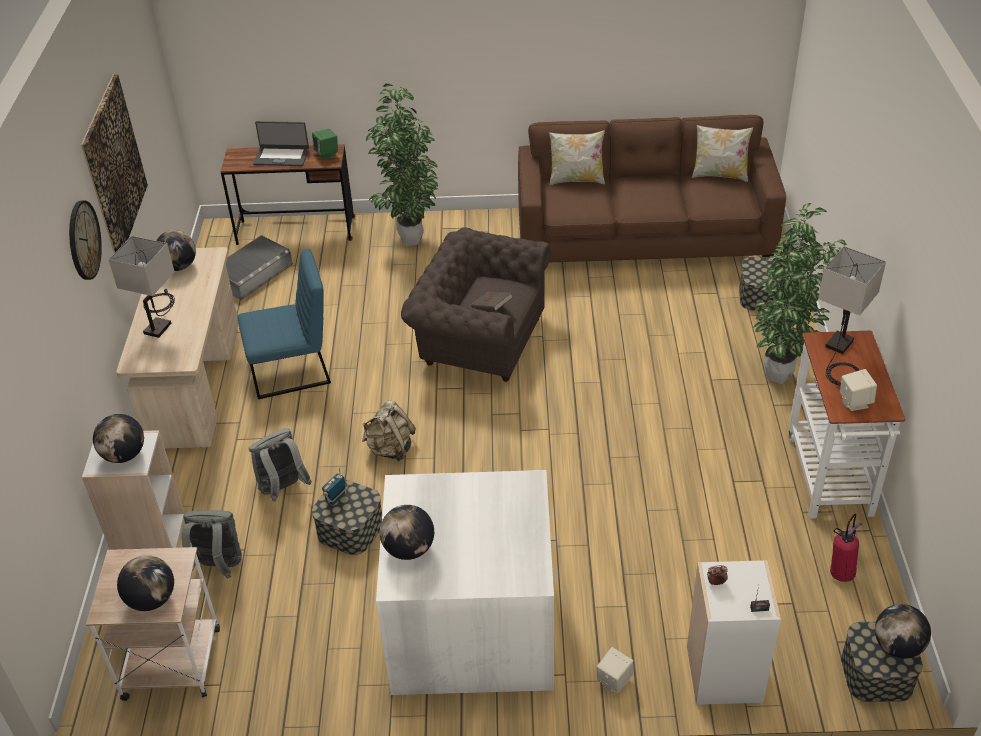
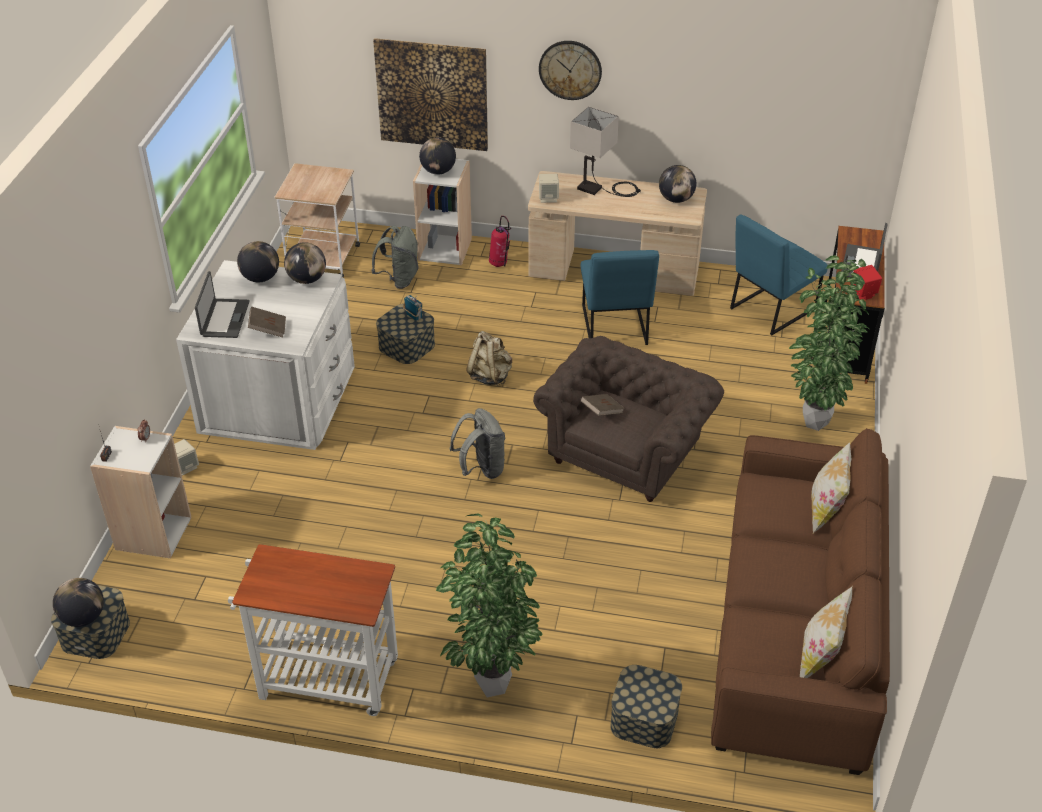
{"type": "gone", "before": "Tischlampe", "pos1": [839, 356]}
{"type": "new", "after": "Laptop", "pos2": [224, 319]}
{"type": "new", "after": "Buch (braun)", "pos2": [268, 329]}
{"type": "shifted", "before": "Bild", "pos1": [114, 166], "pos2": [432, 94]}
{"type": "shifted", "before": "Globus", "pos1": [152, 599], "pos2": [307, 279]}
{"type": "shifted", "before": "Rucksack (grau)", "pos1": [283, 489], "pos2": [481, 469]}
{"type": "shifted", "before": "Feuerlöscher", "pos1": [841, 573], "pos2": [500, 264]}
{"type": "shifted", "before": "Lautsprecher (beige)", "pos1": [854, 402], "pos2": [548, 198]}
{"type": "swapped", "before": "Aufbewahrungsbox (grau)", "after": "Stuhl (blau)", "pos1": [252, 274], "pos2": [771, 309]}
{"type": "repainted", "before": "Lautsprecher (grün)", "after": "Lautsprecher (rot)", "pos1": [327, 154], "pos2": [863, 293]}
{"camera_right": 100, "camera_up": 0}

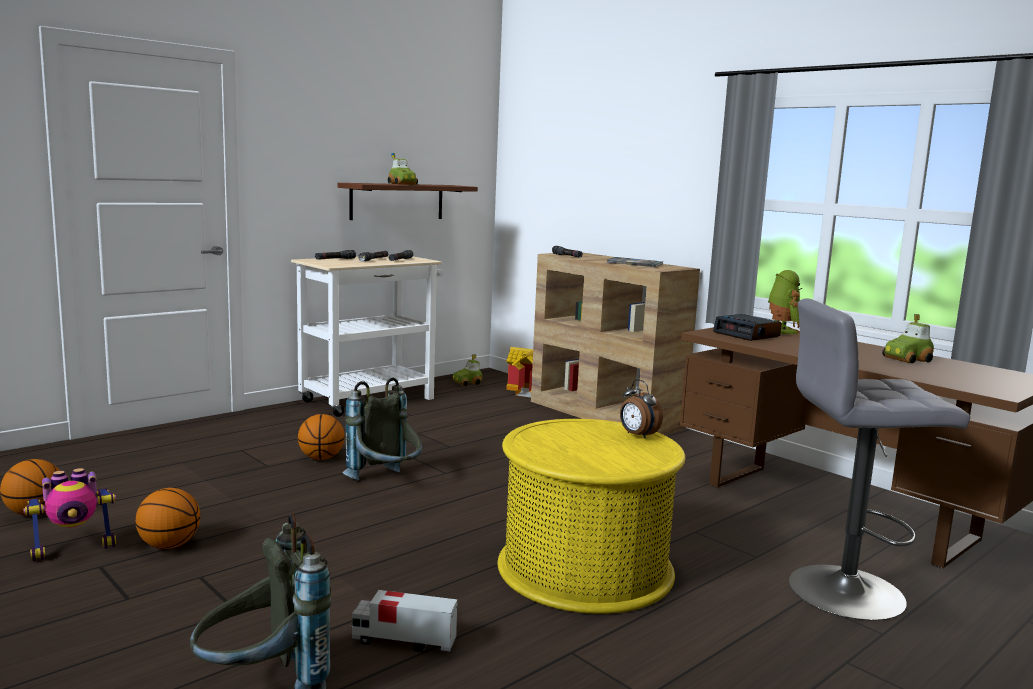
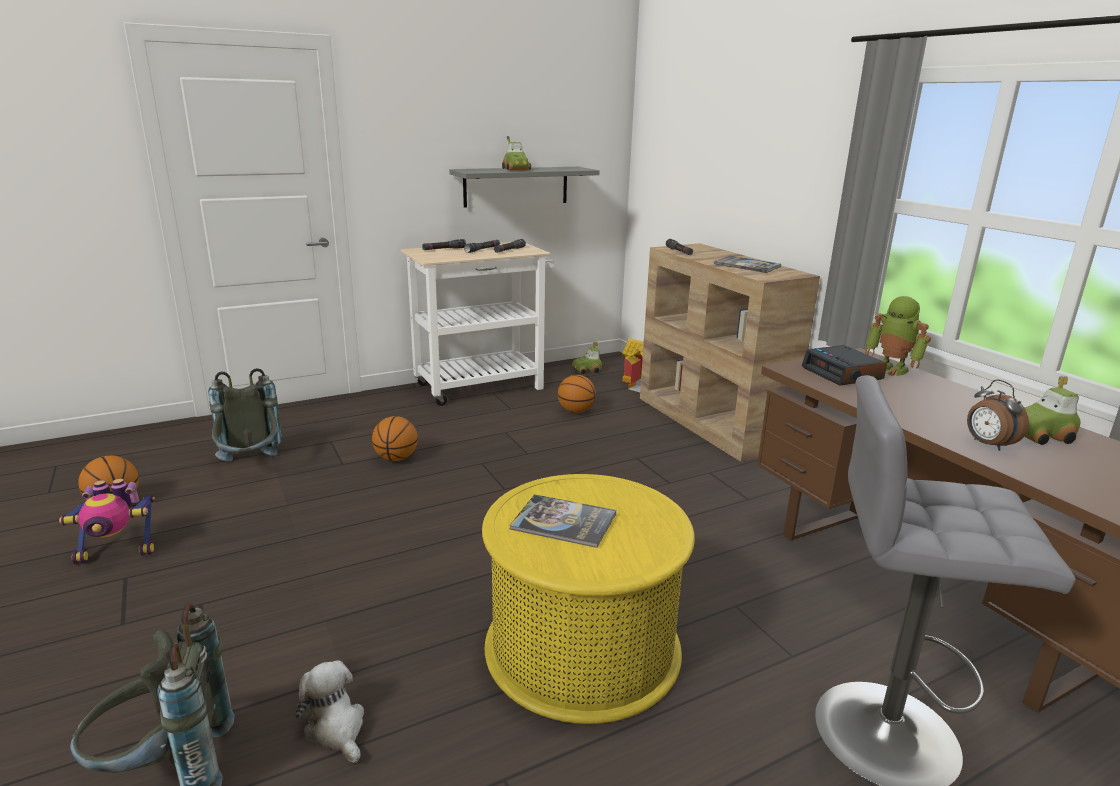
{"type": "new", "after": "Buch", "pos2": [563, 522]}
{"type": "shifted", "before": "Basketball", "pos1": [169, 545], "pos2": [576, 411]}
{"type": "shifted", "before": "Rucksack (grau)", "pos1": [386, 482], "pos2": [251, 466]}
{"type": "shifted", "before": "Wecker", "pos1": [637, 435], "pos2": [987, 445]}
{"type": "swapped", "before": "Spielzeuglaster", "after": "Plüschtier", "pos1": [403, 641], "pos2": [336, 728]}
{"type": "repainted", "before": "Wandregal (braun)", "after": "Wandregal (grau)", "pos1": [397, 201], "pos2": [516, 186]}
{"type": "rotated", "before": "Spielzeugroboter", "pos1": [781, 331], "pos2": [891, 369], "turn": 135}
{"camera_right": 15, "camera_up": 10}

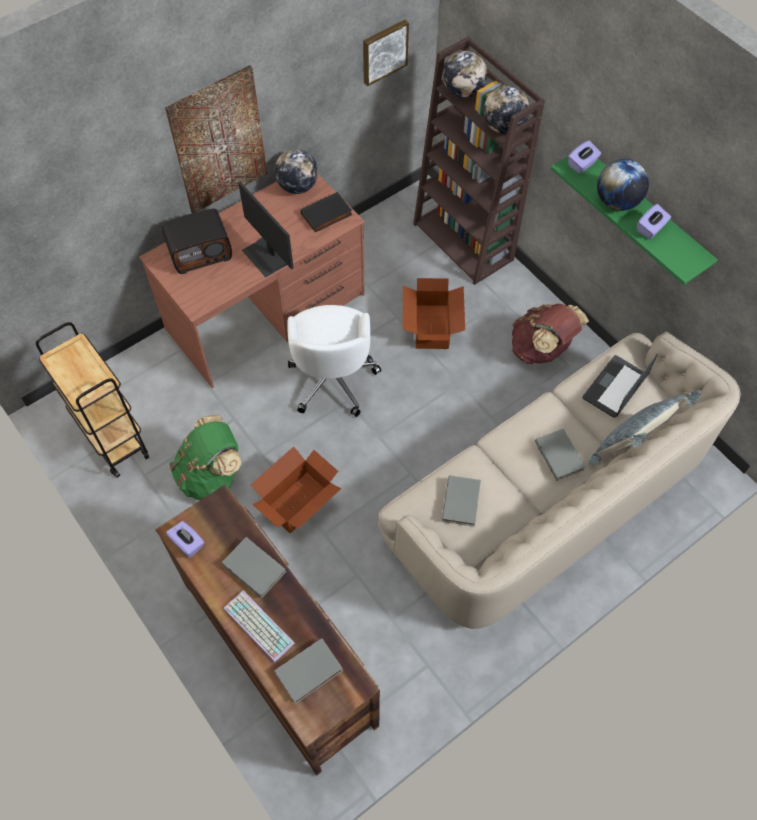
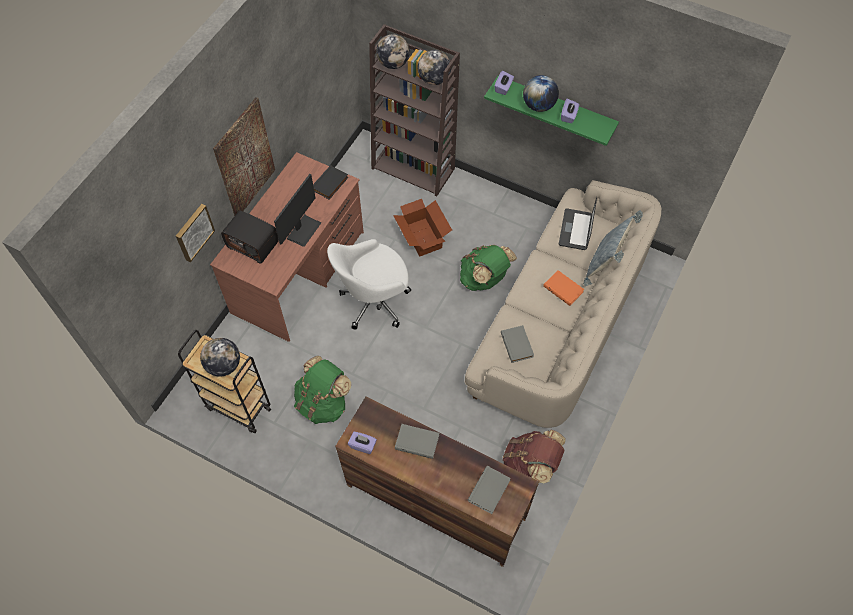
{"type": "gone", "before": "Tastatur", "pos1": [257, 626]}
{"type": "gone", "before": "Karton", "pos1": [299, 502]}
{"type": "new", "after": "Rucksack (grün)", "pos2": [484, 279]}
{"type": "shifted", "before": "Globus", "pos1": [297, 187], "pos2": [224, 365]}
{"type": "shifted", "before": "Bild", "pos1": [384, 51], "pos2": [193, 232]}
{"type": "shifted", "before": "Rucksack (braun)", "pos1": [541, 350], "pos2": [530, 466]}
{"type": "repainted", "before": "Buch (grau)", "after": "Buch (orange)", "pos1": [560, 456], "pos2": [564, 288]}
{"type": "rotated", "before": "Radio", "pos1": [200, 252], "pos2": [253, 244], "turn": 75}
{"type": "rotated", "before": "Monitor", "pos1": [265, 257], "pos2": [303, 230], "turn": -90}
{"type": "rotated", "before": "Bürostuhl (weiß)", "pos1": [333, 381], "pos2": [374, 302], "turn": 90}
{"camera_right": -25, "camera_up": 0}

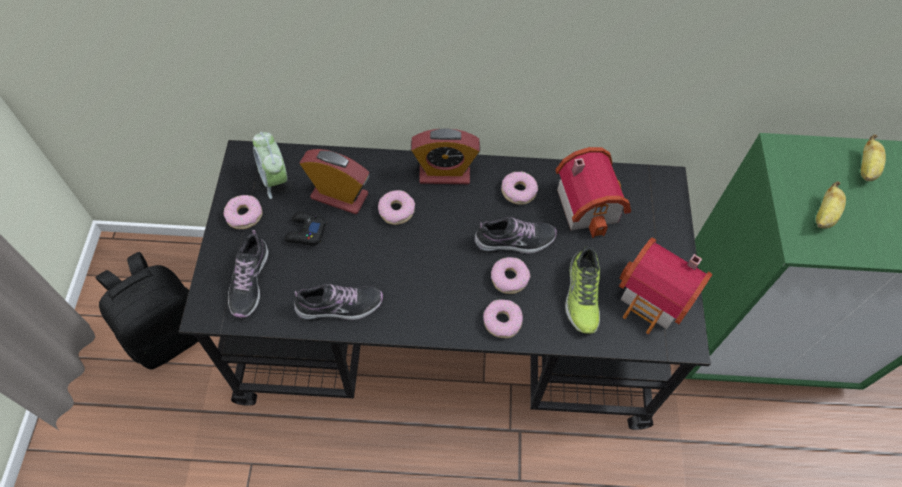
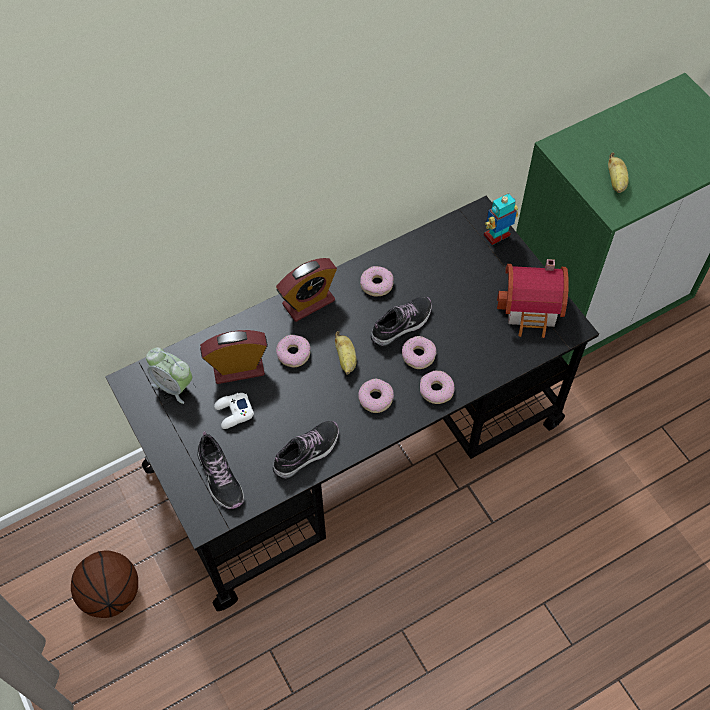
{"type": "gone", "before": "Spielzeughaus", "pos1": [591, 203]}
{"type": "gone", "before": "Schuh", "pos1": [581, 295]}
{"type": "new", "after": "Spielzeugroboter", "pos2": [497, 236]}
{"type": "shifted", "before": "Donut", "pos1": [244, 215], "pos2": [376, 398]}
{"type": "shifted", "before": "Banane", "pos1": [866, 169], "pos2": [346, 359]}
{"type": "swapped", "before": "Rucksack (schwarz)", "after": "Basketball", "pos1": [169, 333], "pos2": [111, 593]}
{"type": "repainted", "before": "Gamepad (schwarz)", "after": "Gamepad (weiß)", "pos1": [305, 232], "pos2": [234, 413]}
{"camera_right": -30, "camera_up": 0}

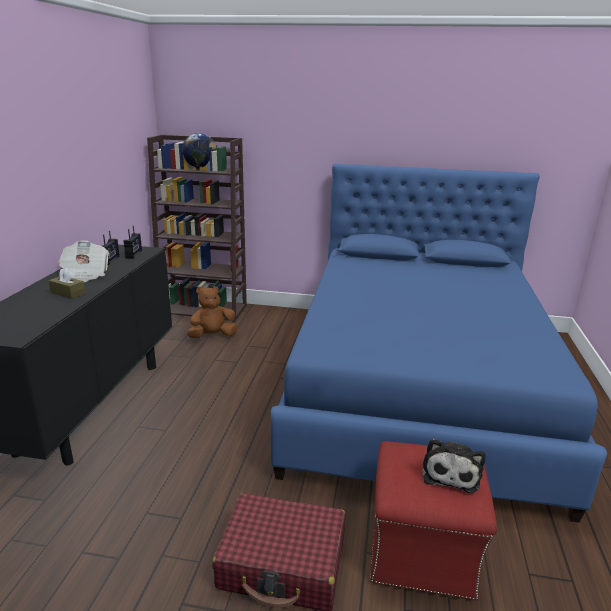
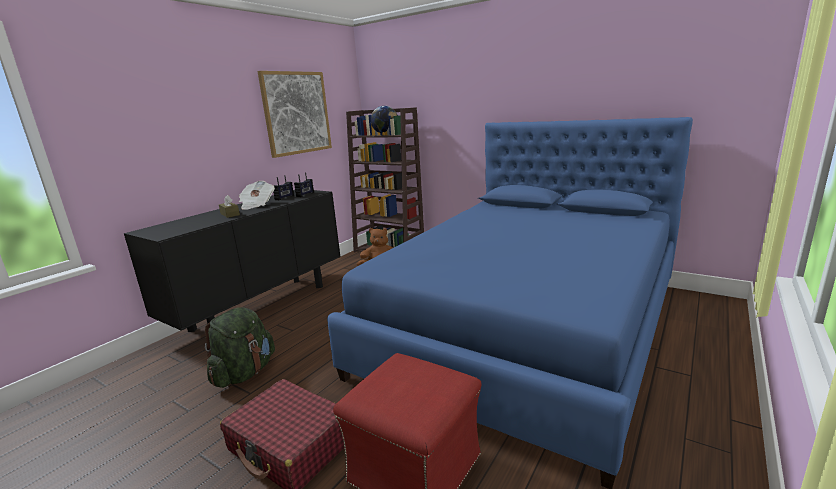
{"type": "gone", "before": "Plüschtier", "pos1": [451, 473]}
{"type": "new", "after": "Rucksack (grün)", "pos2": [244, 373]}
{"type": "new", "after": "Bild", "pos2": [296, 113]}
{"camera_right": 25, "camera_up": -5}

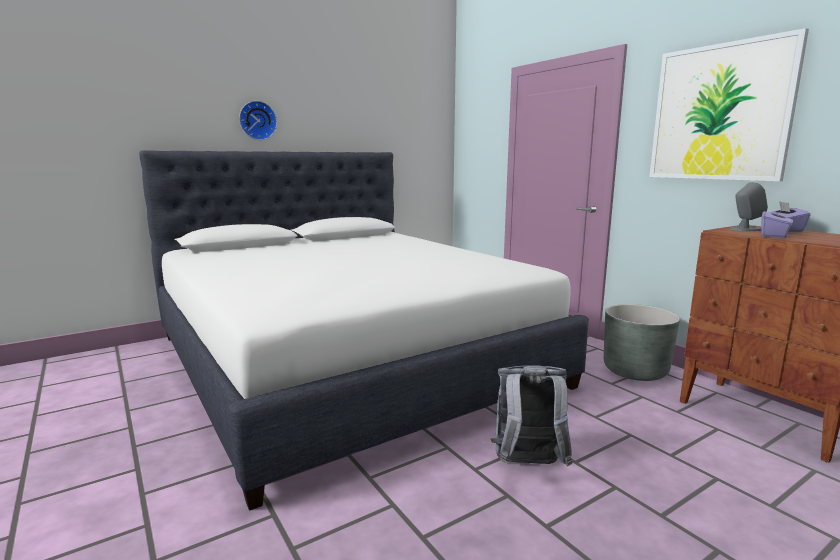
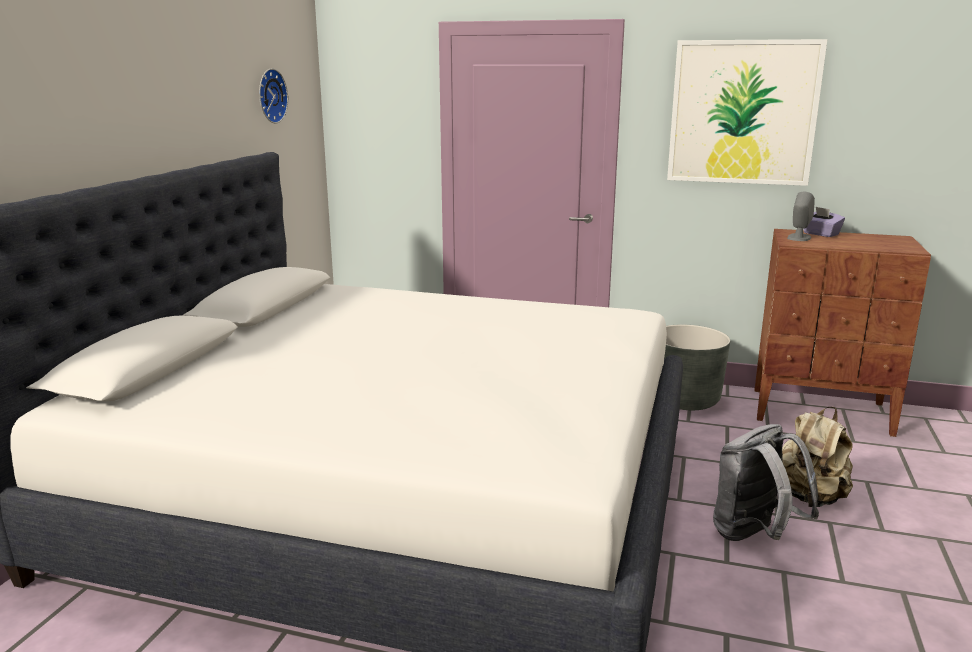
{"type": "gone", "before": "Taschentuchbox (lila)", "pos1": [774, 235]}
{"type": "new", "after": "Rucksack (beige)", "pos2": [810, 498]}
{"type": "shifted", "before": "Wanduhr", "pos1": [257, 120], "pos2": [269, 96]}
{"camera_right": -40, "camera_up": 5}

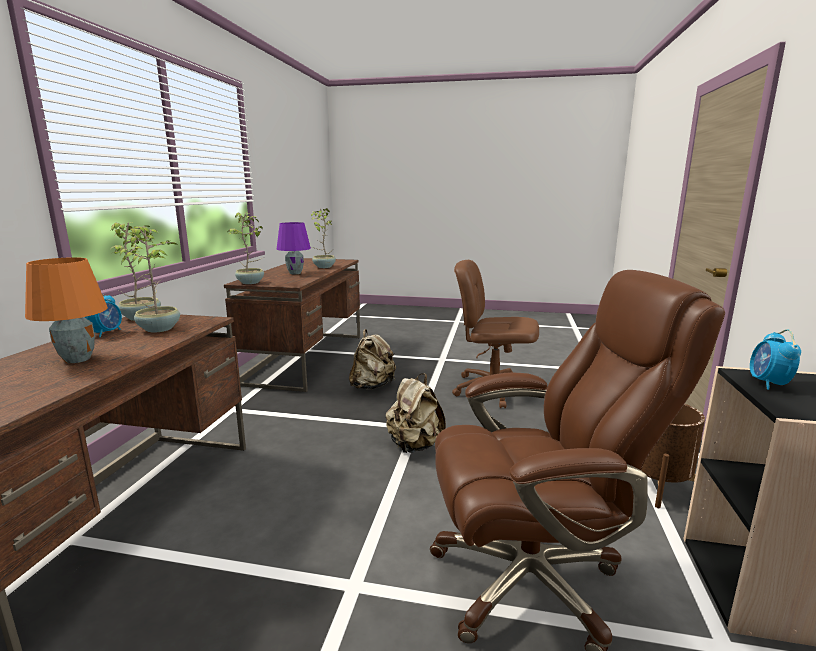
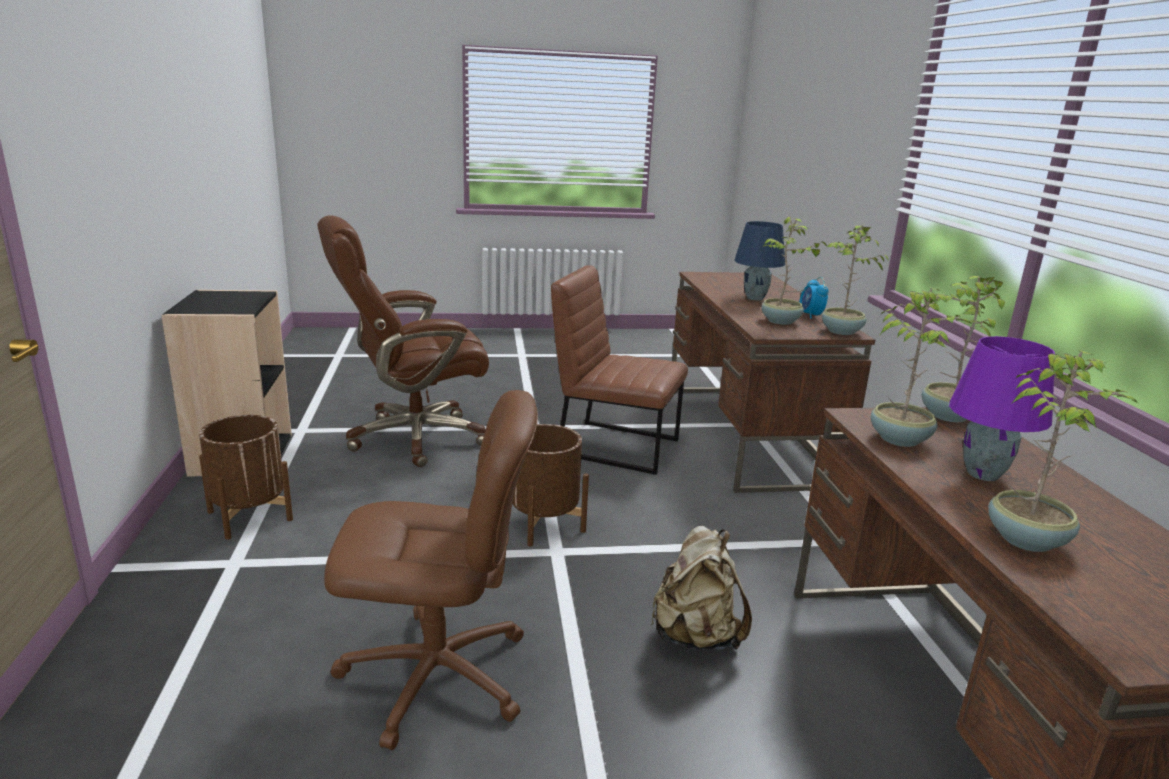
{"type": "gone", "before": "Wecker", "pos1": [768, 384]}
{"type": "new", "after": "Stuhl (braun)", "pos2": [615, 445]}
{"type": "new", "after": "Topfpflanze", "pos2": [900, 438]}
{"type": "swapped", "before": "Rucksack (beige)", "after": "Pflanzkübel (braun)", "pos1": [414, 446], "pos2": [544, 523]}
{"type": "repainted", "before": "Tischlampe (orange)", "after": "Tischlampe (blau)", "pos1": [77, 359], "pos2": [755, 298]}
{"camera_right": 160, "camera_up": 5}

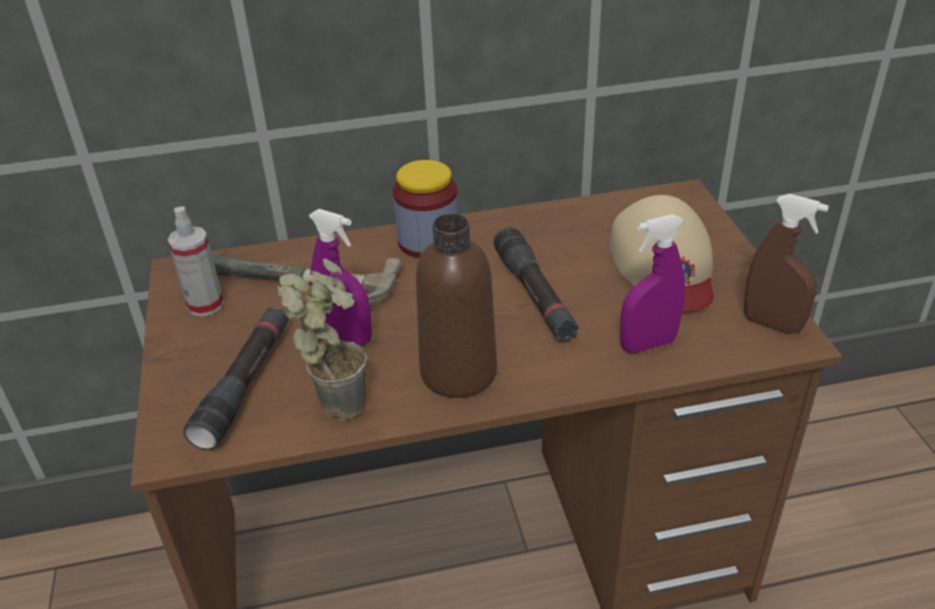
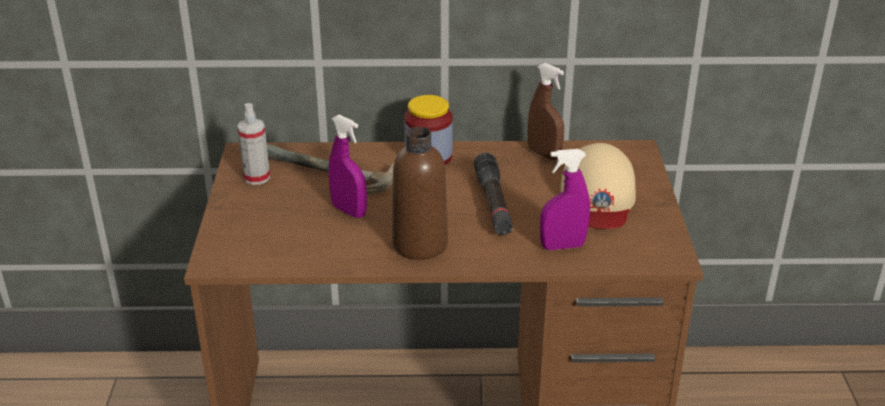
{"type": "gone", "before": "Taschenlampe (schwarz)", "pos1": [244, 384]}
{"type": "gone", "before": "Topfpflanze", "pos1": [338, 398]}
{"type": "shifted", "before": "Sprühflasche (braun)", "pos1": [772, 324], "pos2": [544, 154]}
{"camera_right": 10, "camera_up": -5}

